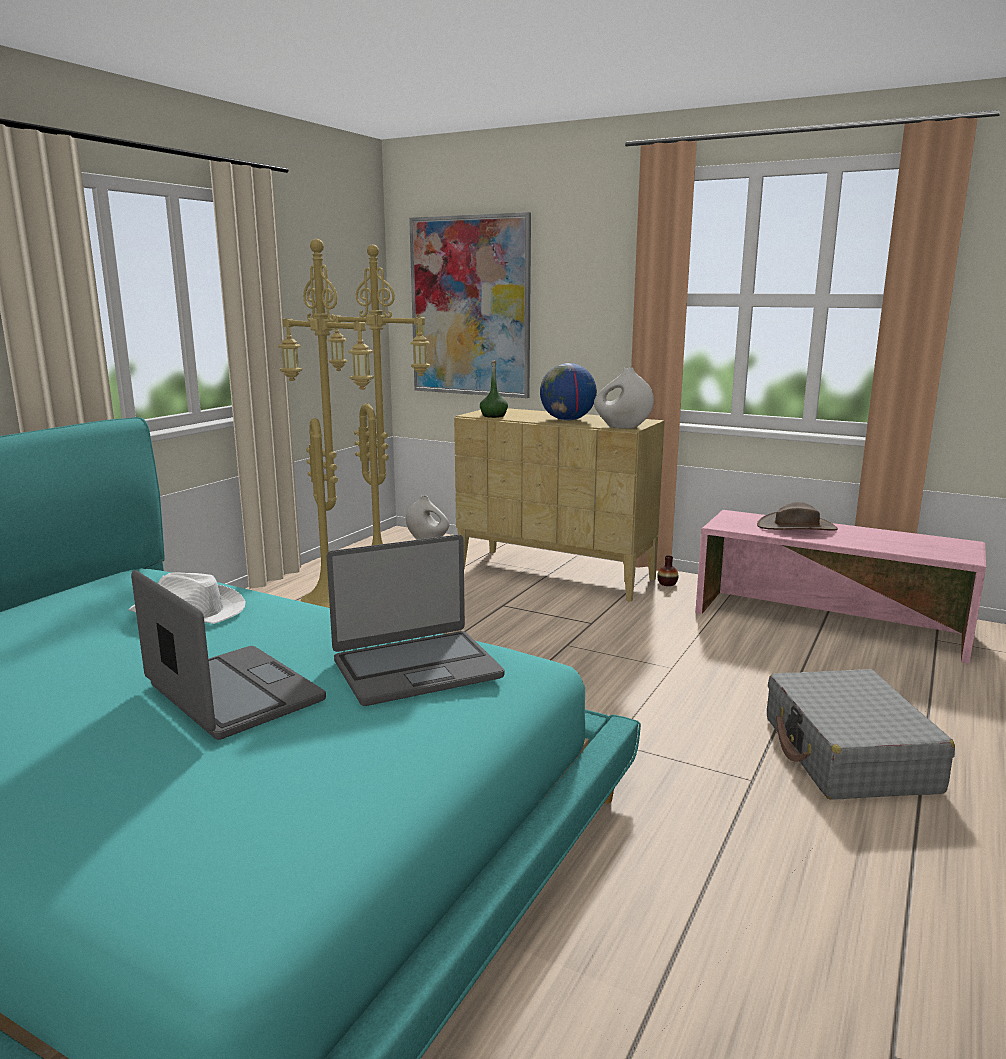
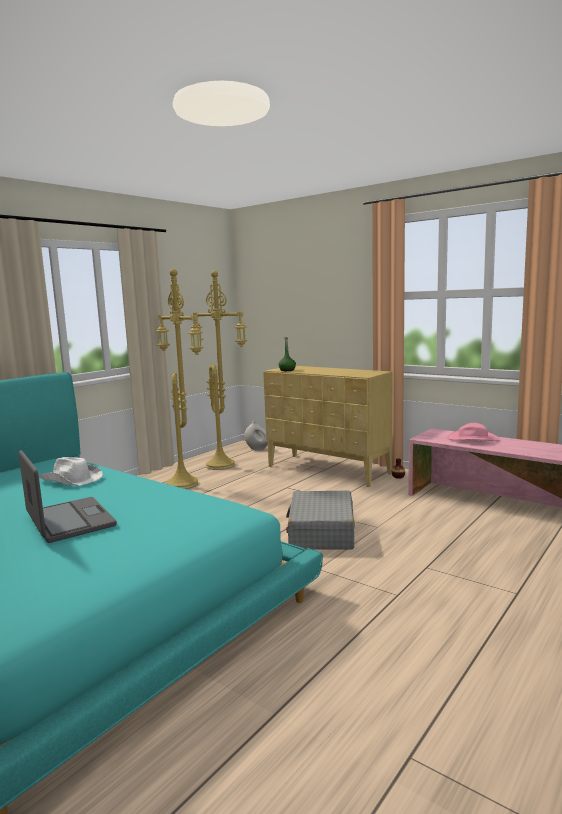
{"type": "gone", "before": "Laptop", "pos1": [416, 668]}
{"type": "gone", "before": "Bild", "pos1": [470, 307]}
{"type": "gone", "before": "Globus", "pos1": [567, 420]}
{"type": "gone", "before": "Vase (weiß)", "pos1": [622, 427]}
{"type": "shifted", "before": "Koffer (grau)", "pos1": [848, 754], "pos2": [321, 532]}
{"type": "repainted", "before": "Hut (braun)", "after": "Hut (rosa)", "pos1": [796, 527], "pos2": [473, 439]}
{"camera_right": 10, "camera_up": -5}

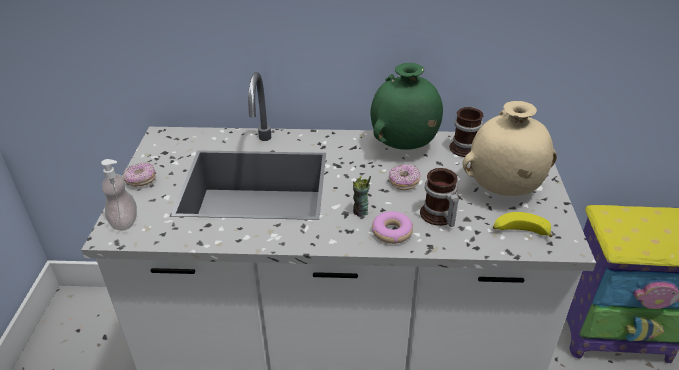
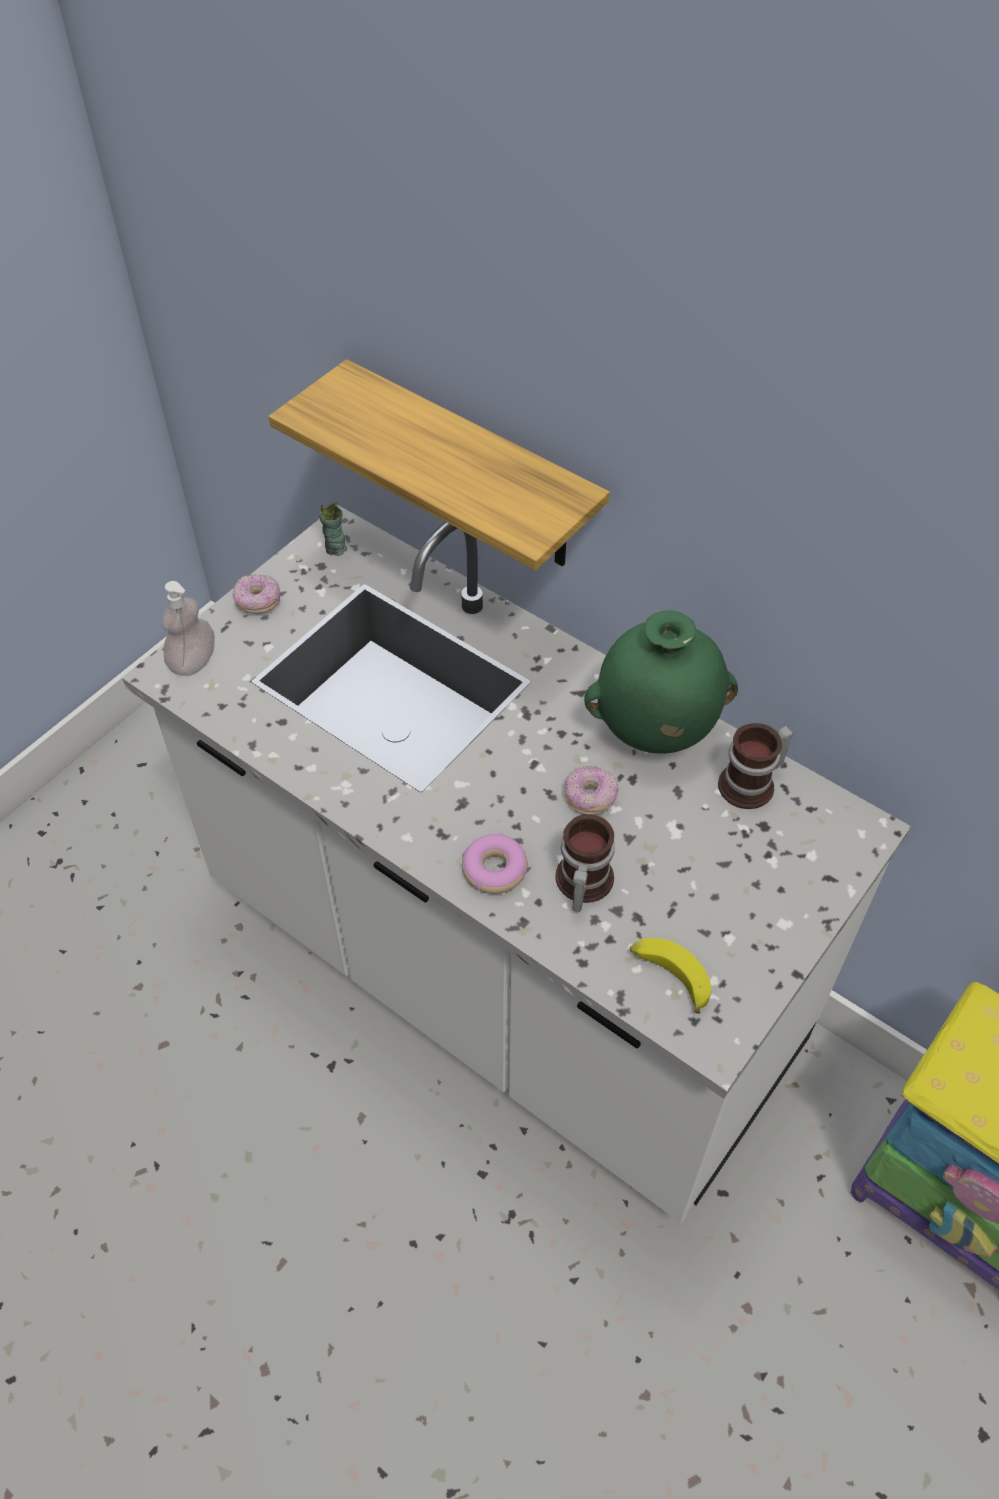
{"type": "gone", "before": "Vase (beige)", "pos1": [502, 190]}
{"type": "new", "after": "Wandregal", "pos2": [473, 470]}
{"type": "shifted", "before": "Tasse", "pos1": [360, 212], "pos2": [335, 549]}
{"camera_right": 35, "camera_up": 15}

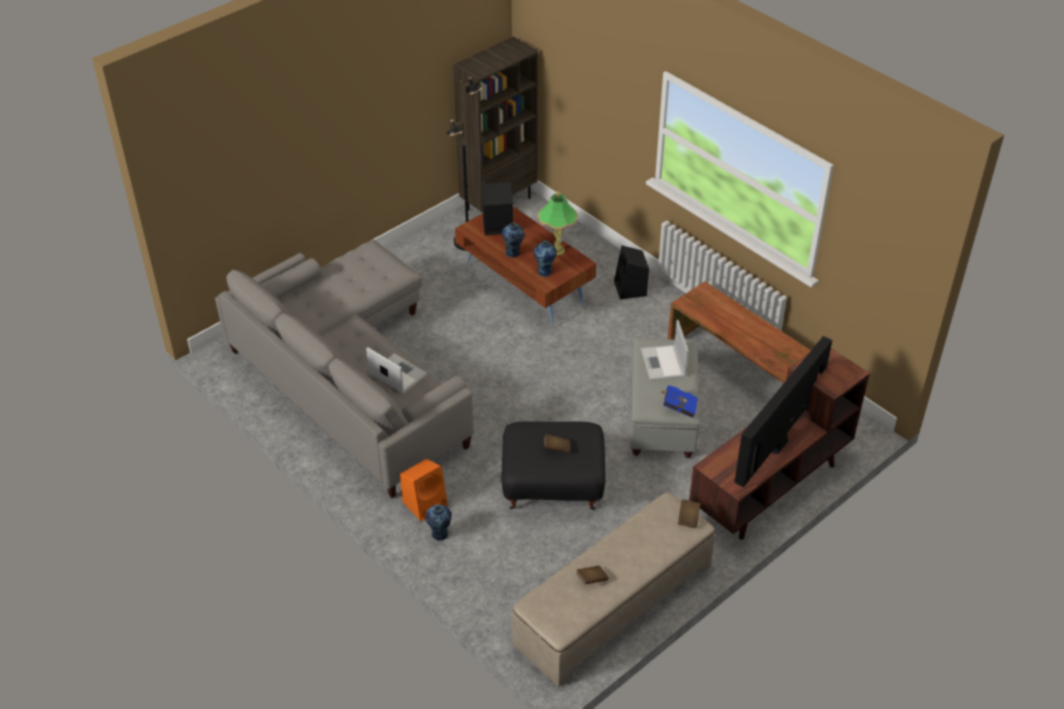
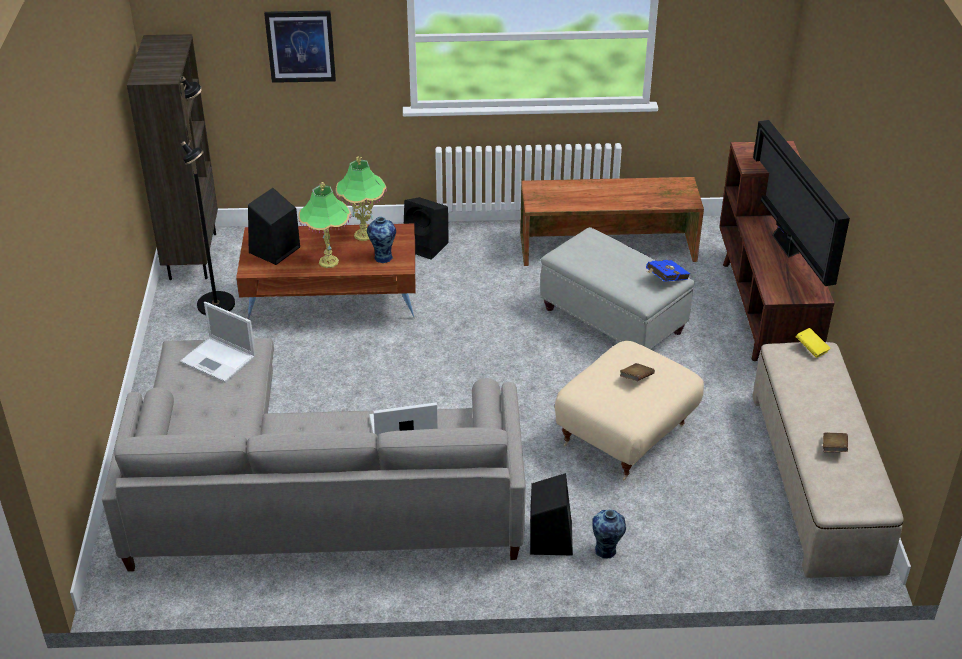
{"type": "new", "after": "Bild", "pos2": [300, 46]}
{"type": "shifted", "before": "Laptop", "pos1": [663, 363], "pos2": [219, 360]}
{"type": "swapped", "before": "Vase", "after": "Tischlampe", "pos1": [513, 253], "pos2": [329, 262]}
{"type": "repainted", "before": "Lautsprecher (orange)", "after": "Lautsprecher (schwarz)", "pos1": [425, 503], "pos2": [550, 537]}
{"type": "repainted", "before": "Polsterhocker (schwarz)", "after": "Polsterhocker (beige)", "pos1": [552, 488], "pos2": [626, 437]}
{"type": "repainted", "before": "Buch (braun)", "after": "Buch (gelb)", "pos1": [688, 518], "pos2": [811, 349]}
{"camera_right": -50, "camera_up": -5}

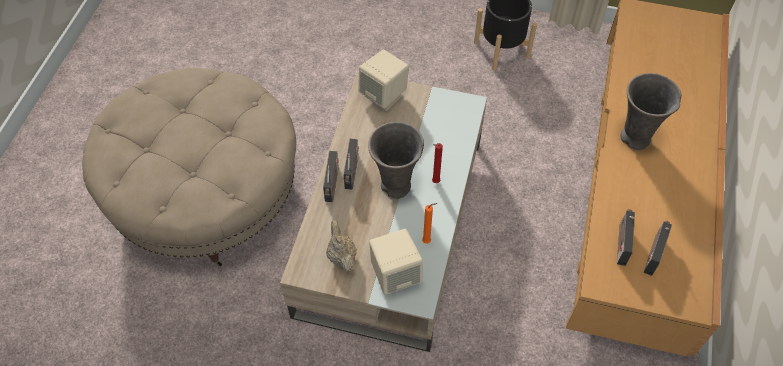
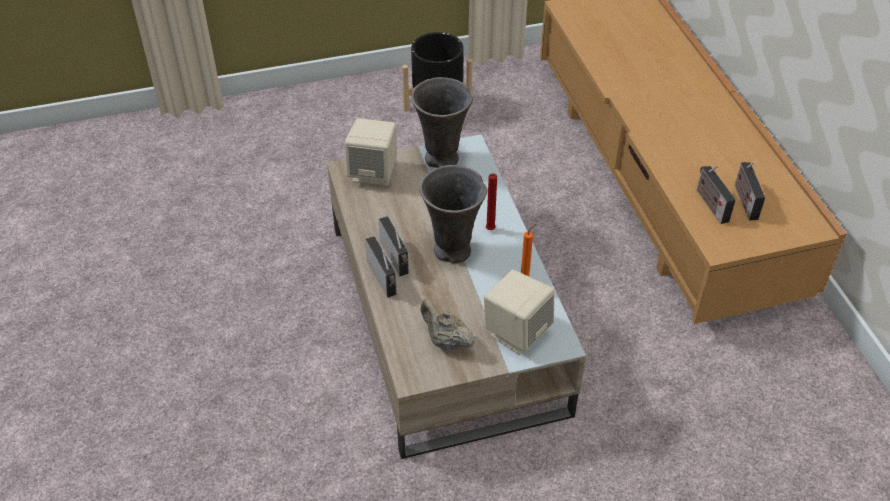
{"type": "gone", "before": "Polsterhocker (beige)", "pos1": [206, 194]}
{"type": "shifted", "before": "Vase (grau)", "pos1": [635, 139], "pos2": [442, 160]}
{"camera_right": -30, "camera_up": -10}

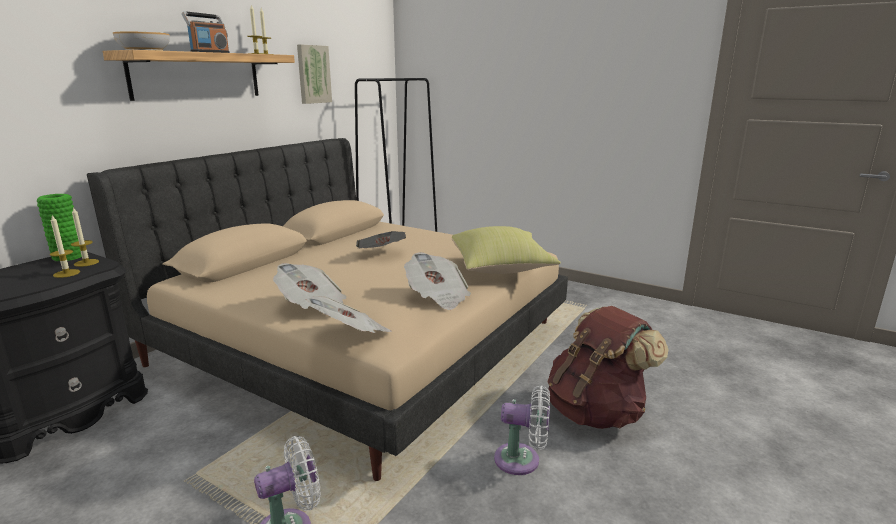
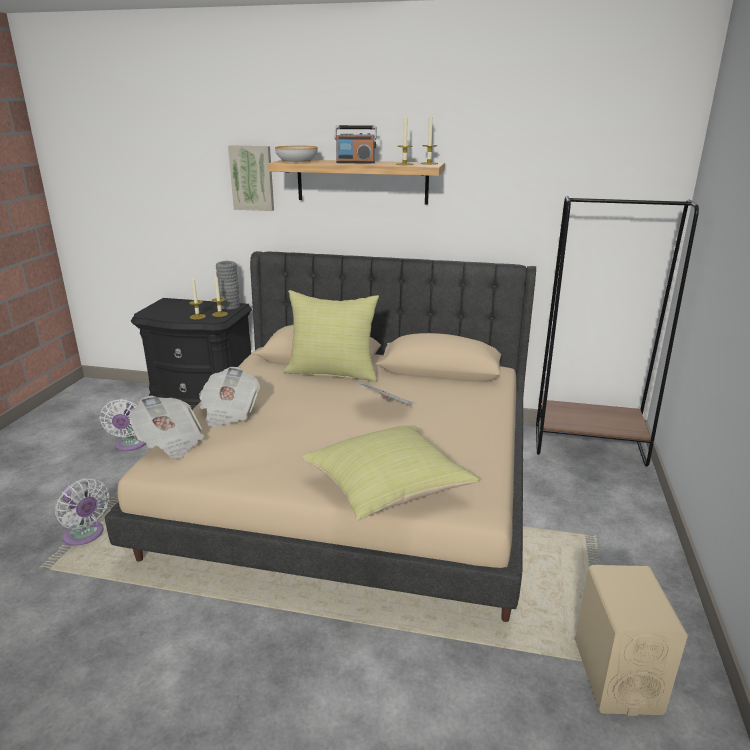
{"type": "gone", "before": "Zeitung", "pos1": [437, 297]}
{"type": "gone", "before": "Rucksack (braun)", "pos1": [596, 412]}
{"type": "new", "after": "Kissen (gelb)", "pos2": [333, 372]}
{"type": "new", "after": "Lautsprecher (beige)", "pos2": [616, 676]}
{"type": "shifted", "before": "Bild", "pos1": [313, 74], "pos2": [252, 178]}
{"type": "shifted", "before": "Ventilator (weiß)", "pos1": [522, 460], "pos2": [130, 445]}
{"type": "repainted", "before": "Vase (grün)", "after": "Vase (grau)", "pos1": [68, 257], "pos2": [230, 306]}
{"camera_right": 70, "camera_up": 5}

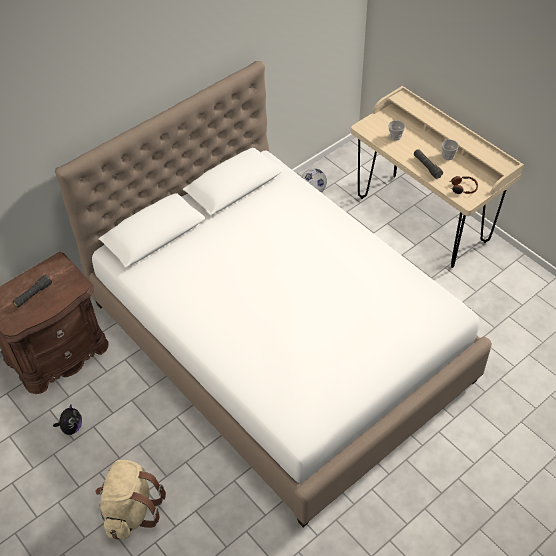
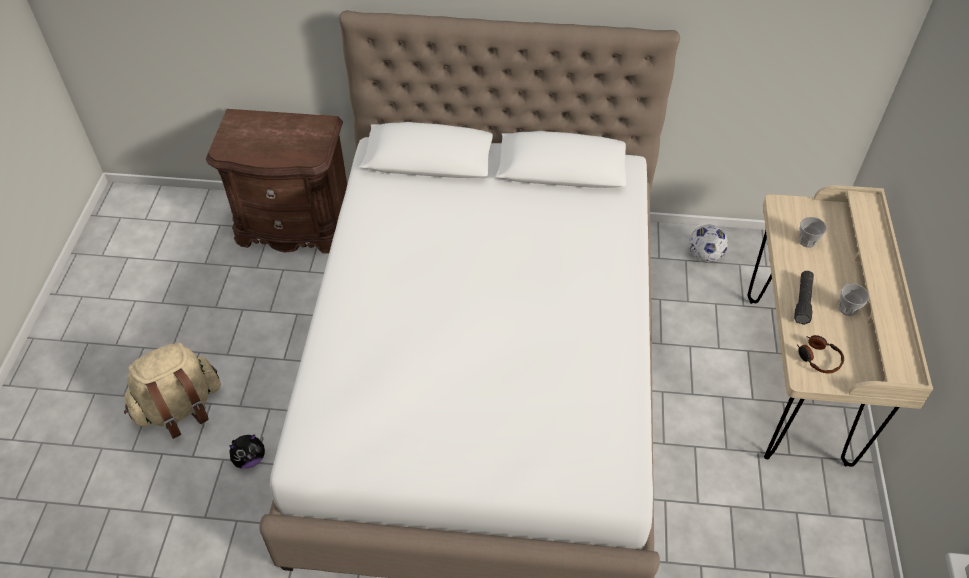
{"type": "gone", "before": "Taschenlampe (schwarz)", "pos1": [33, 295]}
{"type": "shifted", "before": "Plüschtier", "pos1": [71, 427], "pos2": [250, 459]}
{"camera_right": 45, "camera_up": 0}

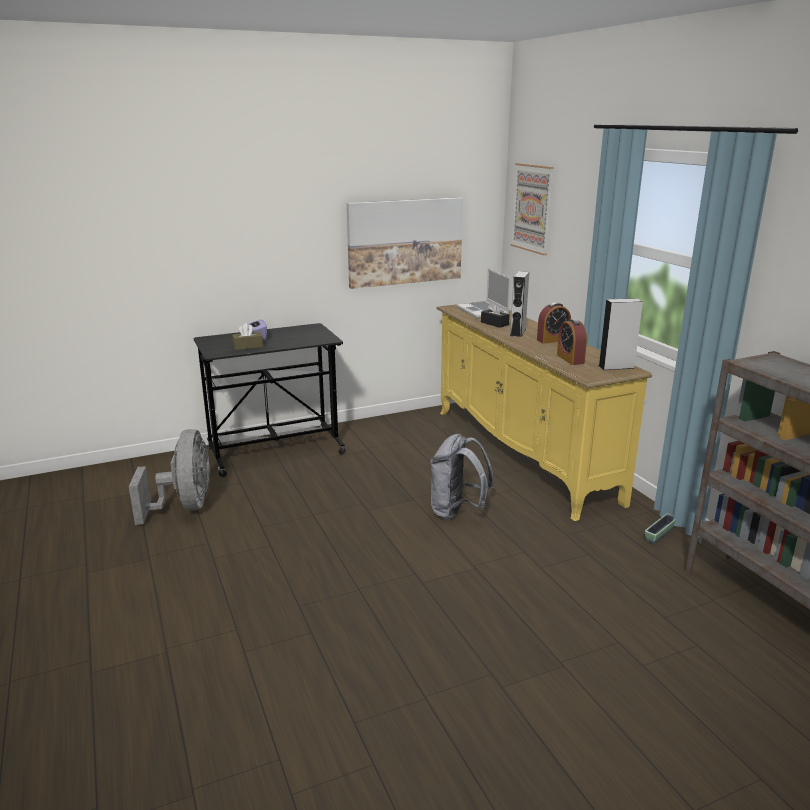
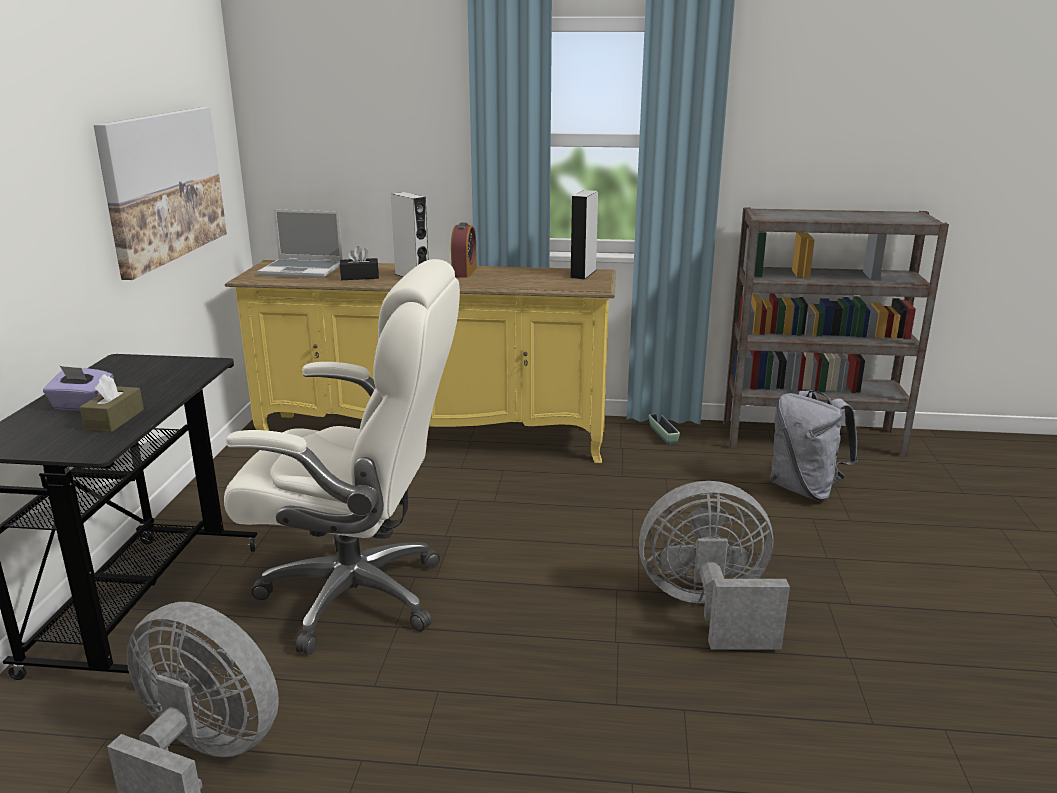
{"type": "gone", "before": "Bild", "pos1": [532, 208]}
{"type": "gone", "before": "Wecker", "pos1": [570, 359]}
{"type": "new", "after": "Bürostuhl (weiß)", "pos2": [357, 596]}
{"type": "new", "after": "Ventilator (grau)", "pos2": [708, 609]}
{"type": "shifted", "before": "Rucksack (grau)", "pos1": [457, 511], "pos2": [805, 489]}
{"camera_right": -60, "camera_up": 0}

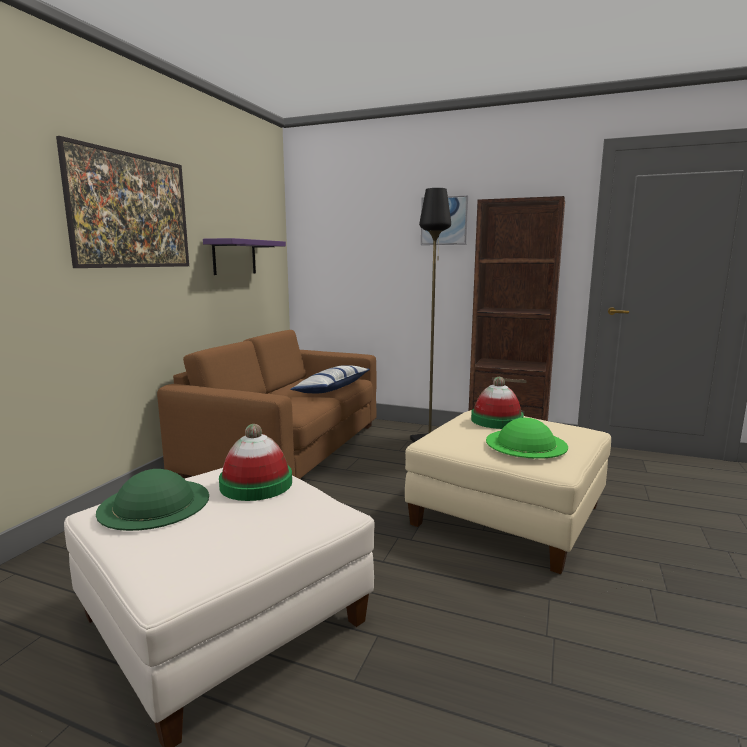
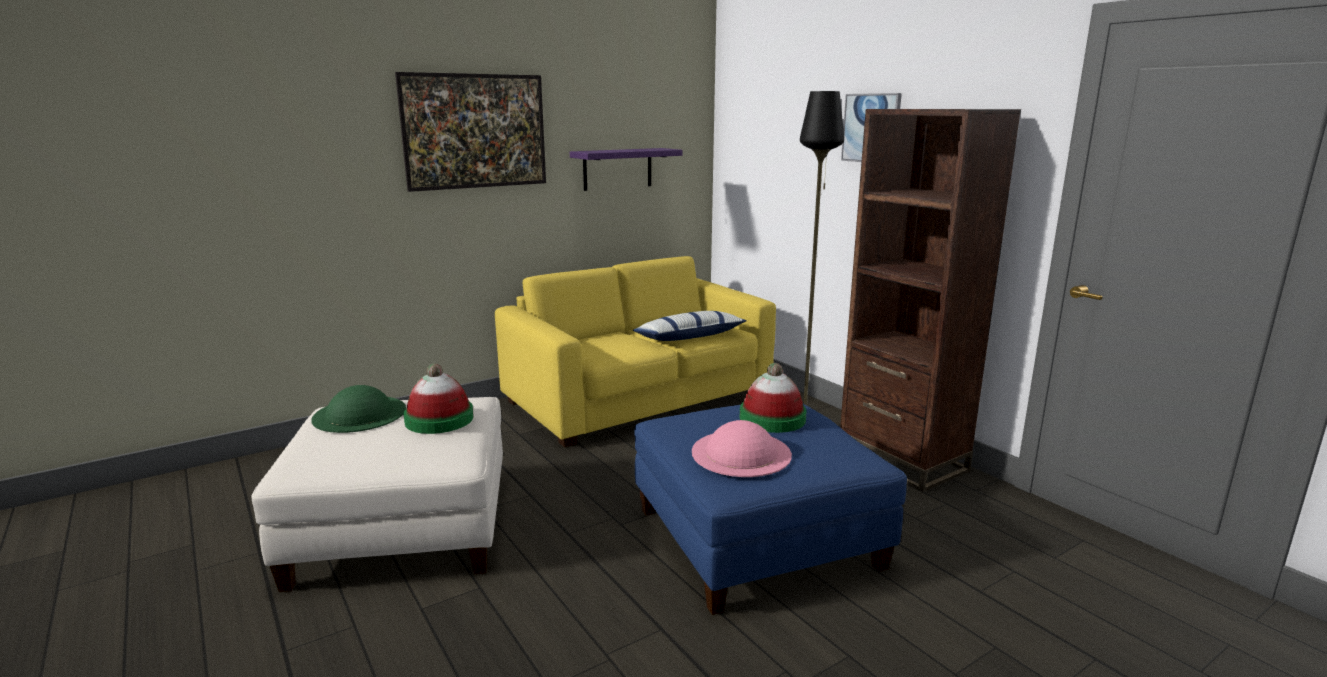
{"type": "repainted", "before": "Sofa (braun)", "after": "Sofa (gelb)", "pos1": [287, 449], "pos2": [639, 397]}
{"type": "repainted", "before": "Polsterhocker (beige)", "after": "Polsterhocker (blau)", "pos1": [507, 515], "pos2": [757, 538]}
{"type": "repainted", "before": "Hut (grün)", "after": "Hut (rosa)", "pos1": [526, 443], "pos2": [741, 453]}
{"camera_right": 35, "camera_up": 5}

